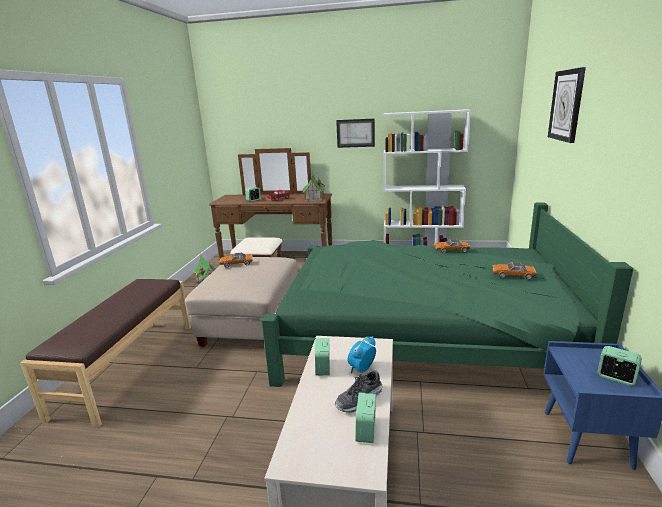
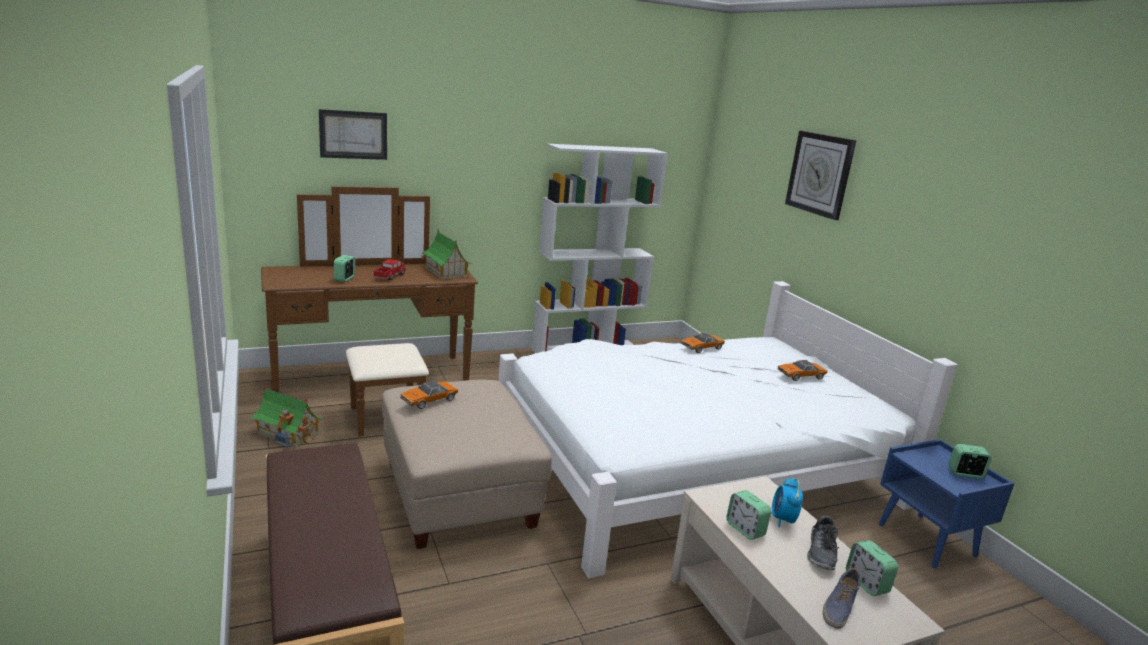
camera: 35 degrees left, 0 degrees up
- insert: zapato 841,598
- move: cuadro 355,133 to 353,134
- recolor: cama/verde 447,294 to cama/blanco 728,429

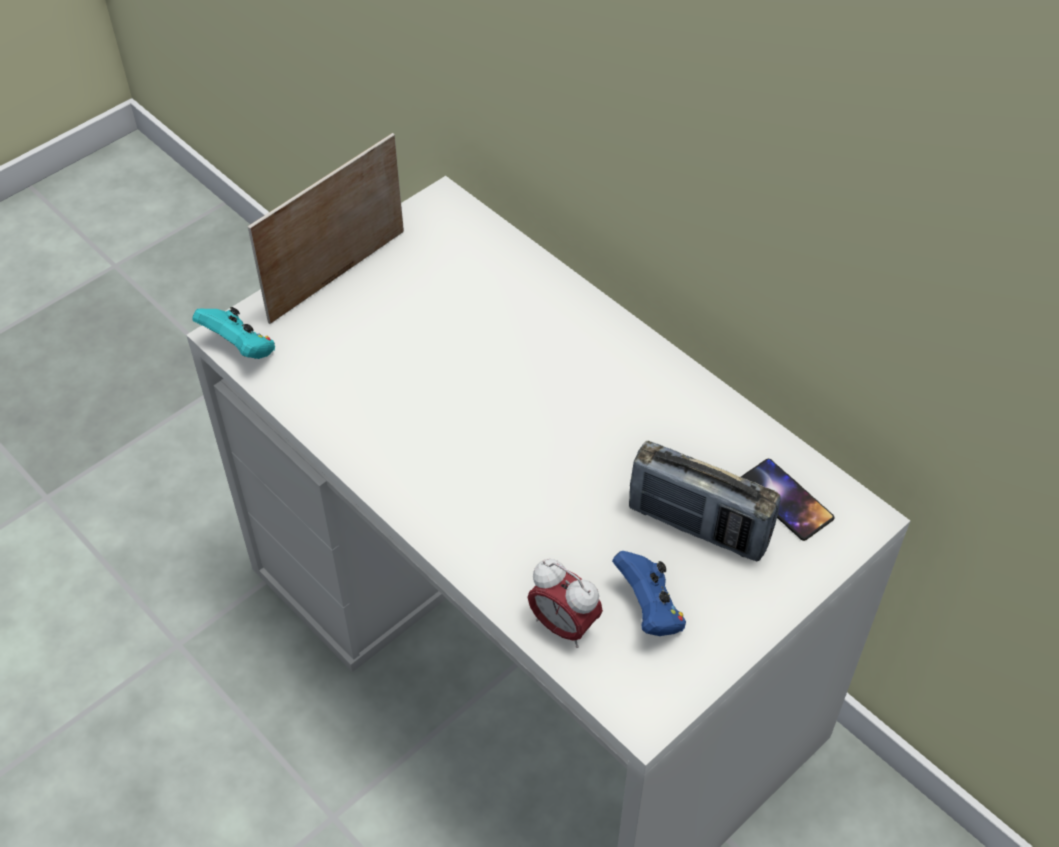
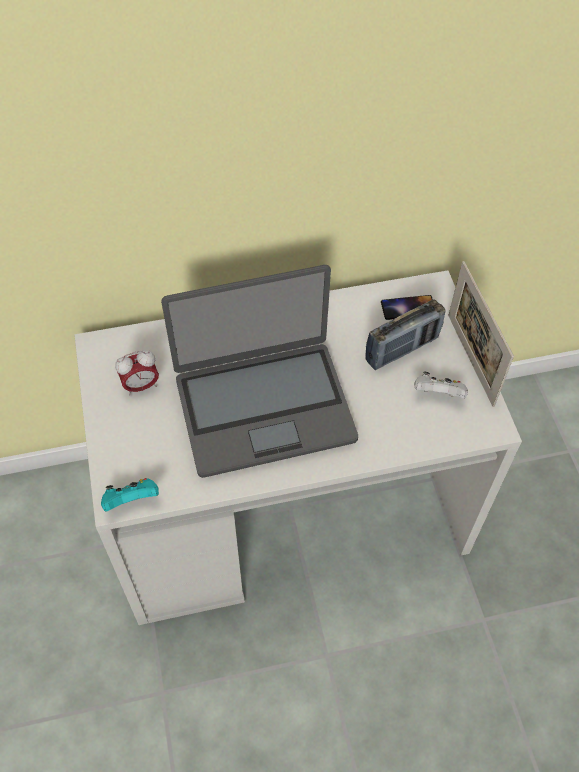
camera: 60 degrees left, 5 degrees up
- insert: portátil 259,371
- move: portarretratos 326,228 to 481,334
- move: despertador 565,603 to 137,372
- recolor: mando de consola/azul 649,593 to mando de consola/blanco 441,384

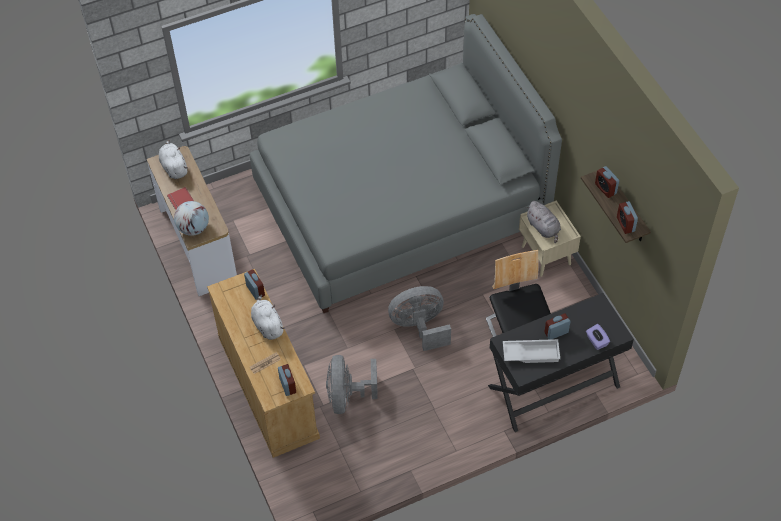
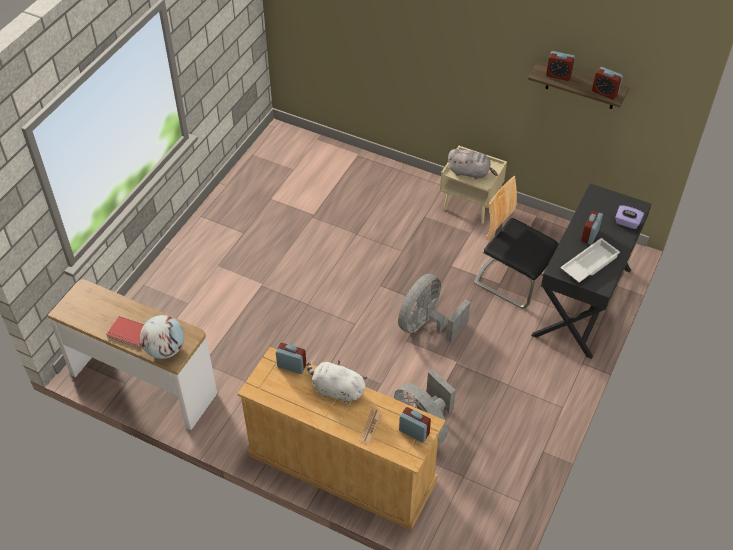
camera: 40 degrees left, 5 degrees down
- delete: peluche/blanco 173,159
- delete: cama/gris 406,163

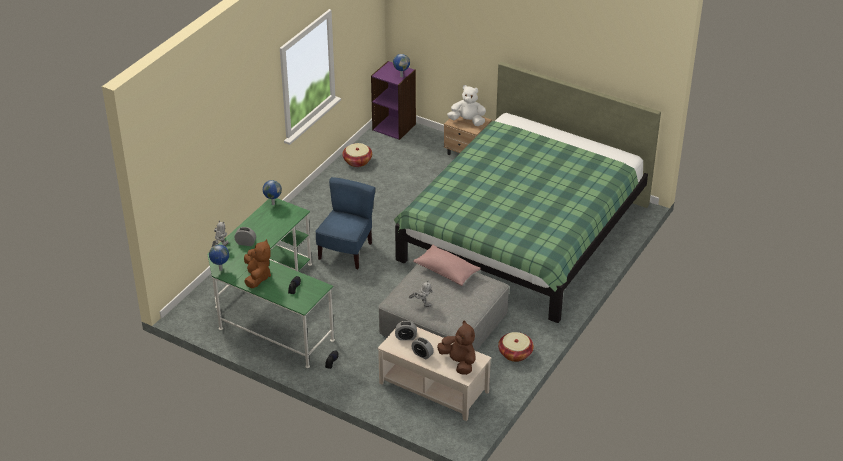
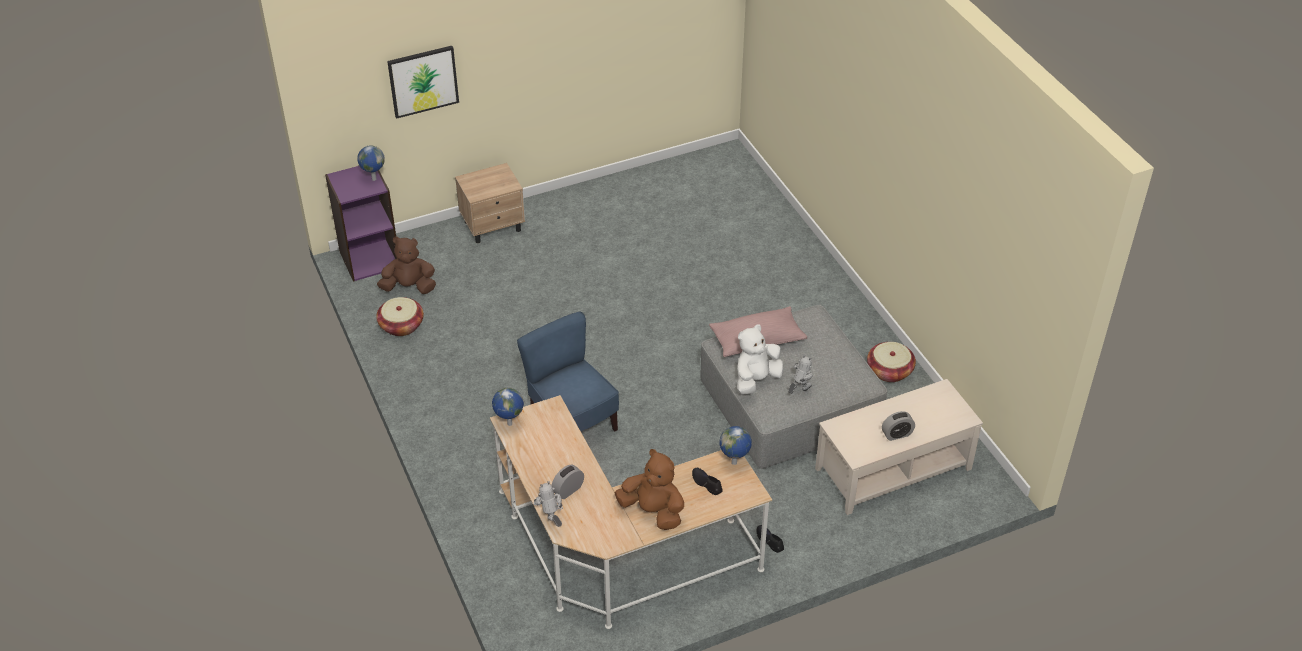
camera: 55 degrees left, 5 degrees up
- delete: cama/verde 527,192
- delete: despertador 406,330
- insert: cuadro 423,82
- move: globo terráqueo 219,258 to 735,445
- move: peluche/marrón 456,348 to 406,265
- move: peluche/blanco 466,105 to 760,359
- recolor: escritorio/verde 271,283 to escritorio/beis 631,512

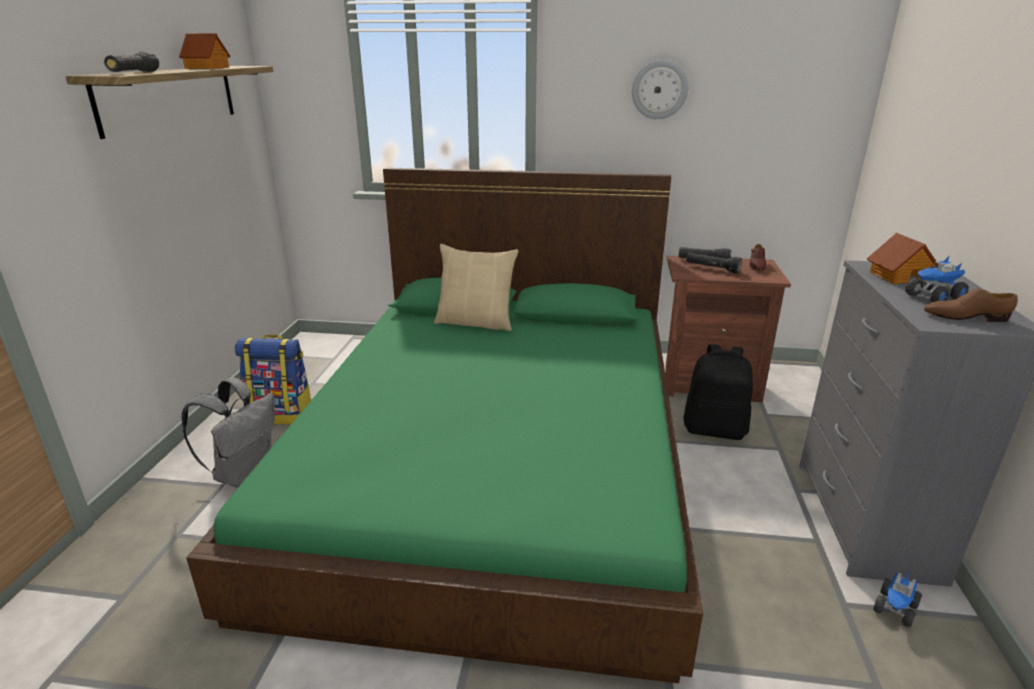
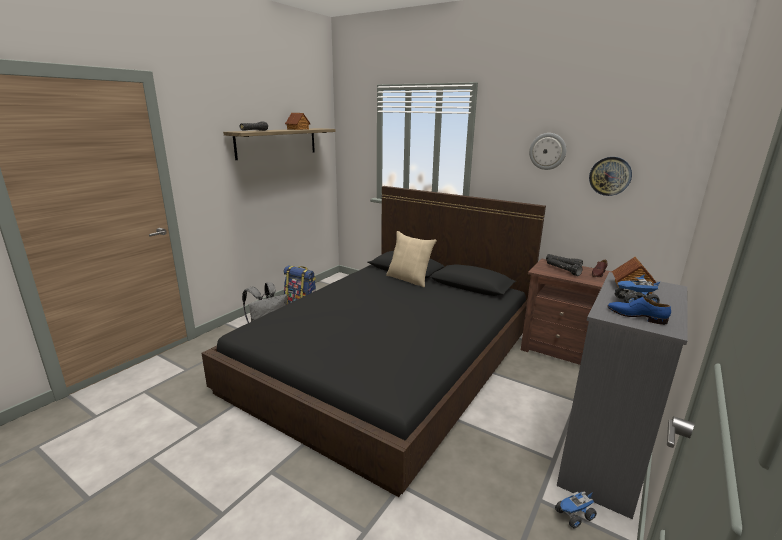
camera: 25 degrees right, 5 degrees down
- delete: mochila/negro 718,392
- insert: reloj de pared 610,176
- recolor: cama/verde 444,425 to cama/negro 373,341
- recolor: zapato/marrón 970,305 to zapato/azul 639,311

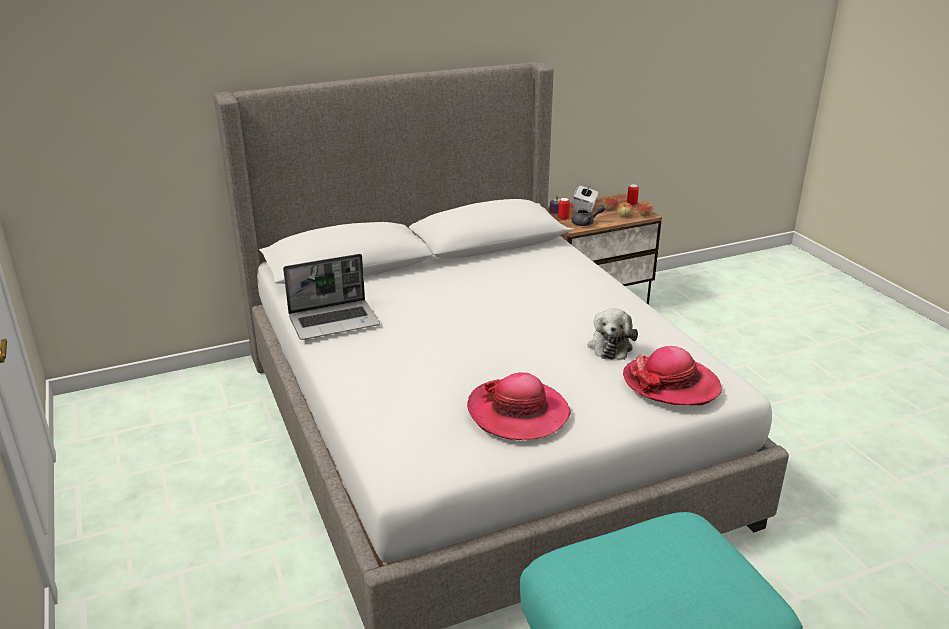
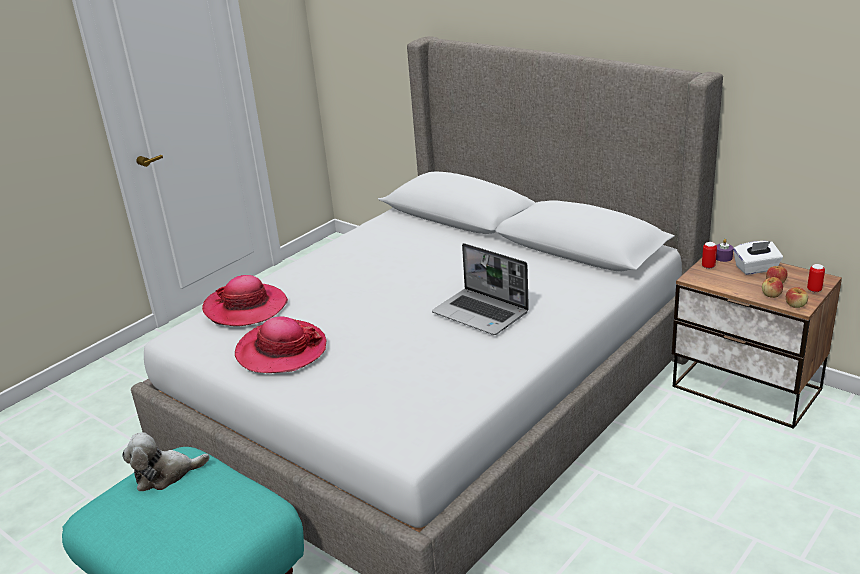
camera: 65 degrees right, 0 degrees up
- delete: tetera/gris 588,215
- move: portátil 331,297 to 480,289
- move: peluche 612,334 to 166,462
- move: sombrero 672,375 to 245,300

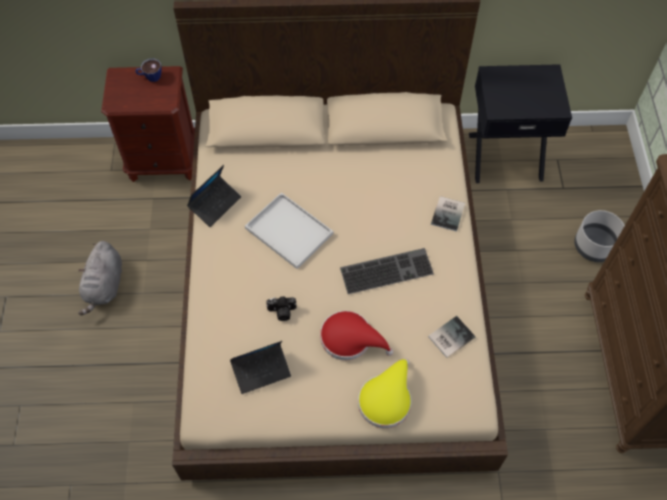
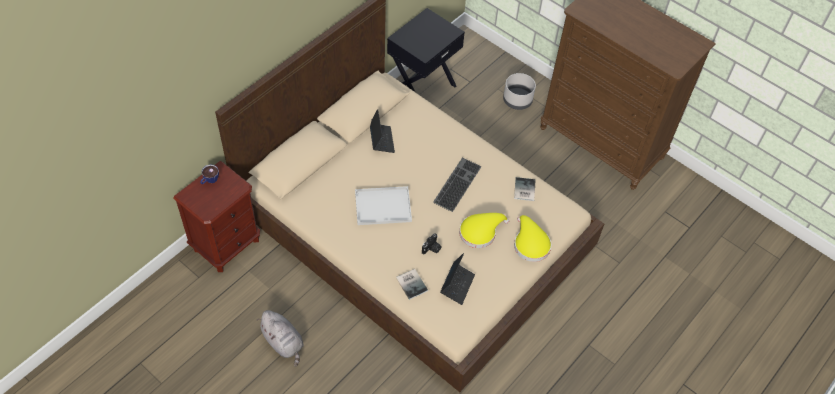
camera: 50 degrees left, 5 degrees down
- move: portátil 214,196 to 382,131
- move: libro 448,214 to 412,284
- recolor: sombrero/rojo 356,335 to sombrero/amarillo 484,230

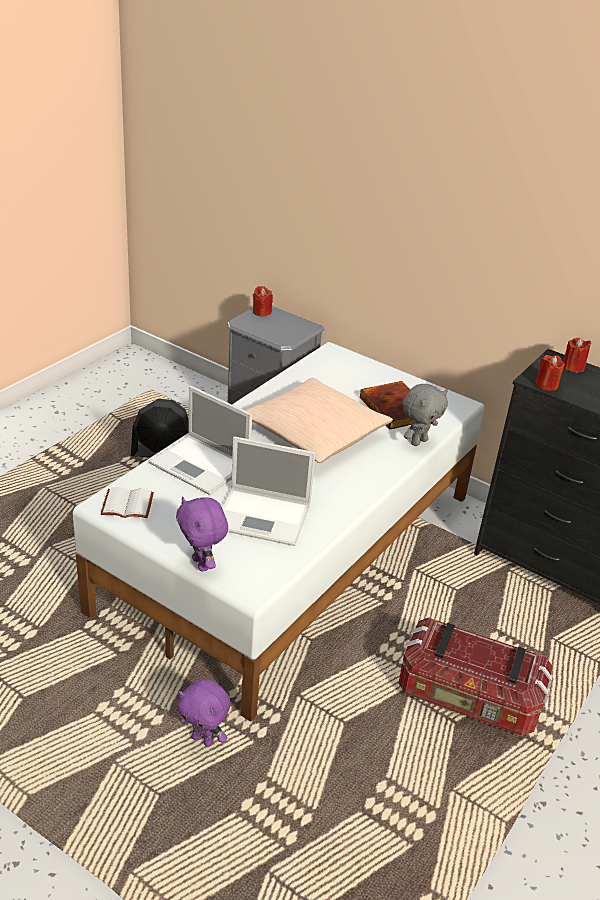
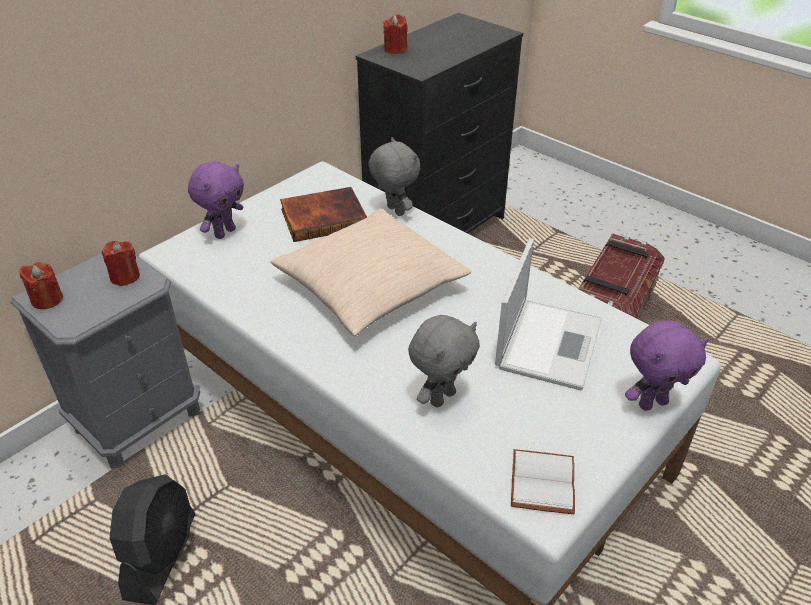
camera: 80 degrees left, 5 degrees up
- move: peluche/morado 203,713 to 216,200
- move: vela/rojo 550,373 to 121,263
- replace: portátil 200,440 to peluche/gris 444,361

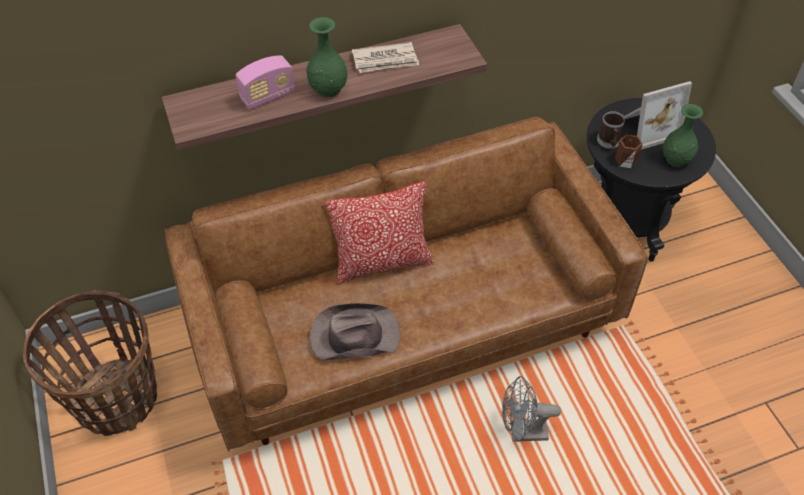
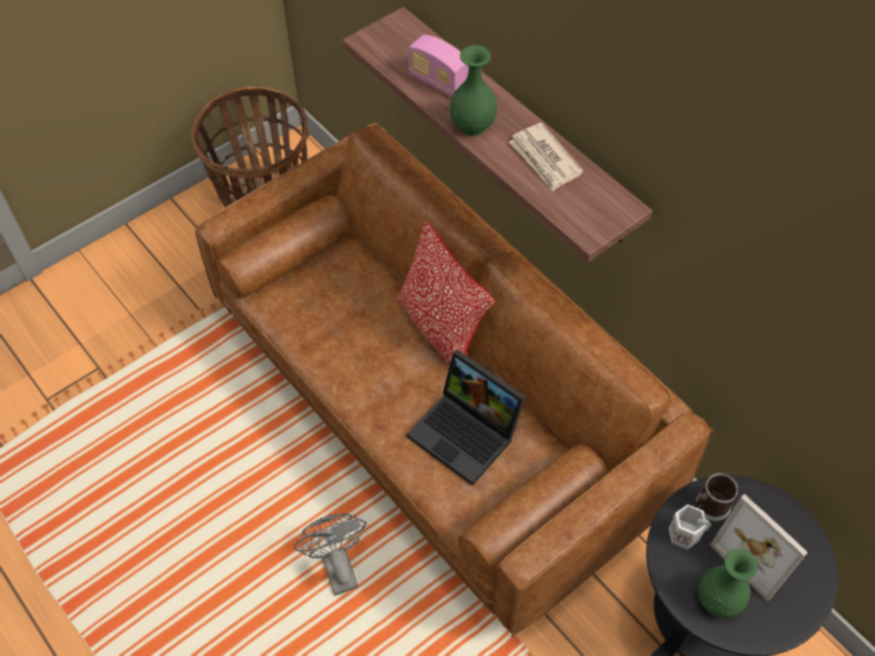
camera: 70 degrees right, 5 degrees up
- delete: sombrero/marrón 355,331
- insert: portátil 466,417
- recolor: taza grande/marrón 629,151 to taza grande/blanco 690,527

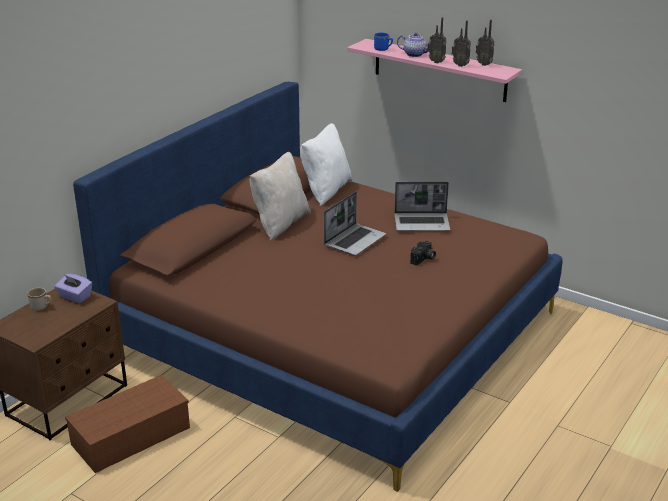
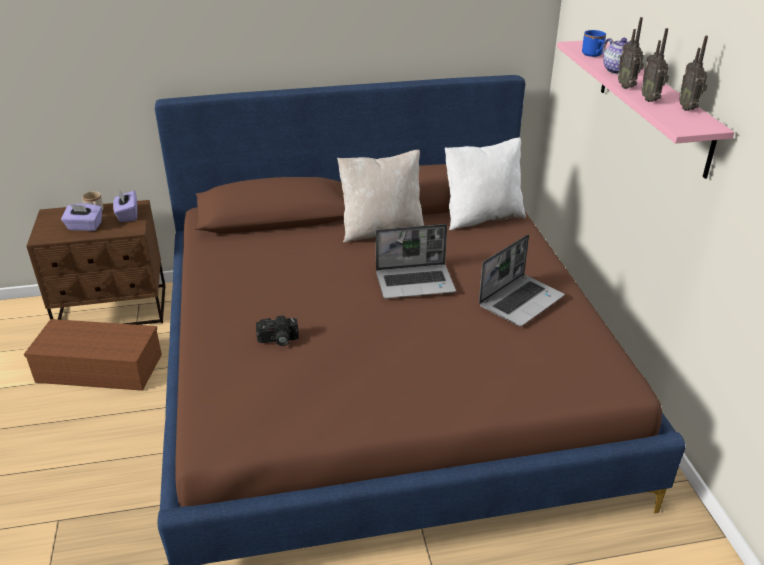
camera: 45 degrees right, 5 degrees up
- insert: caja de pañuelos/morado 81,217
- move: cámara 423,253 to 277,330
- rotate: portátil 422,206 = 521,280 90 degrees counterclockwise

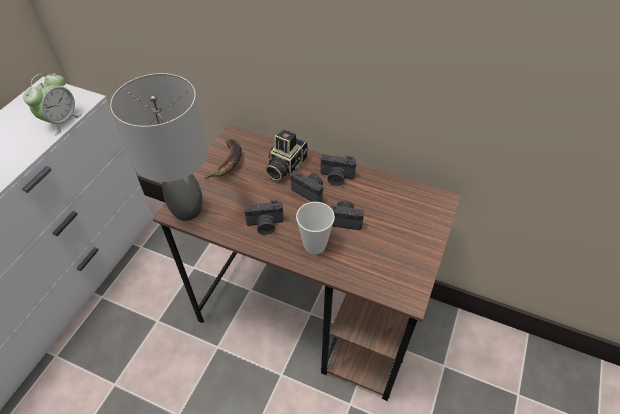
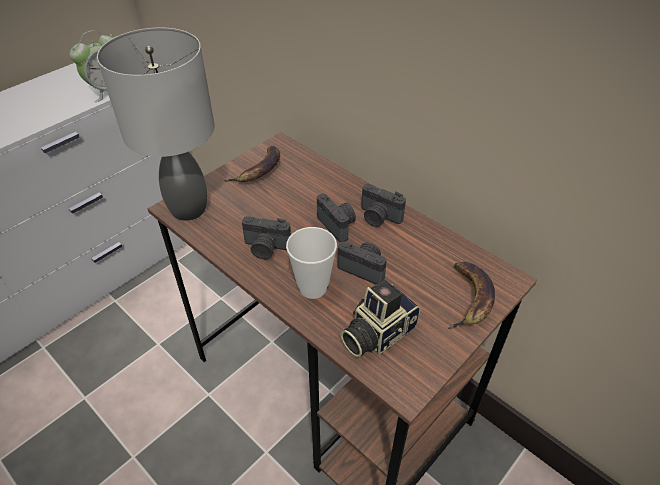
camera: 20 degrees right, 5 degrees down
- insert: plátano 471,295
- move: cámara 286,155 to 380,318

